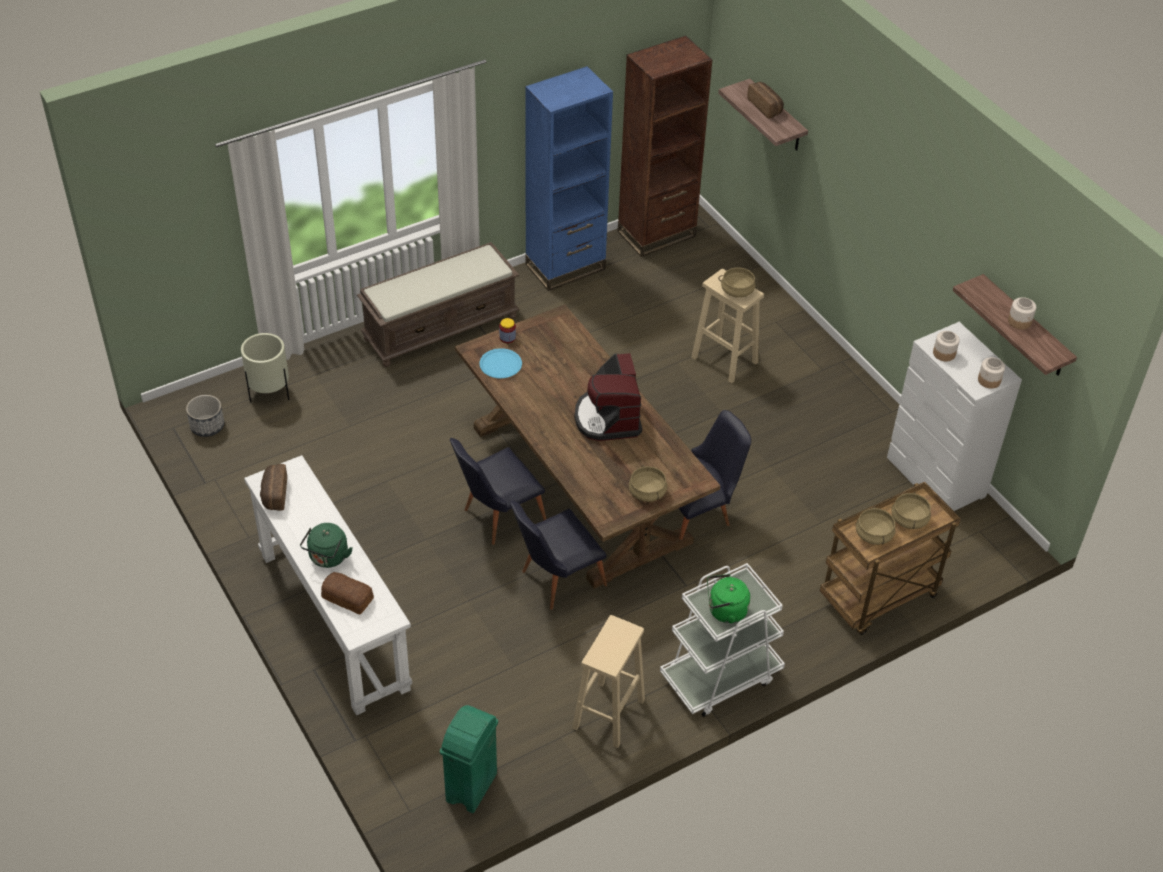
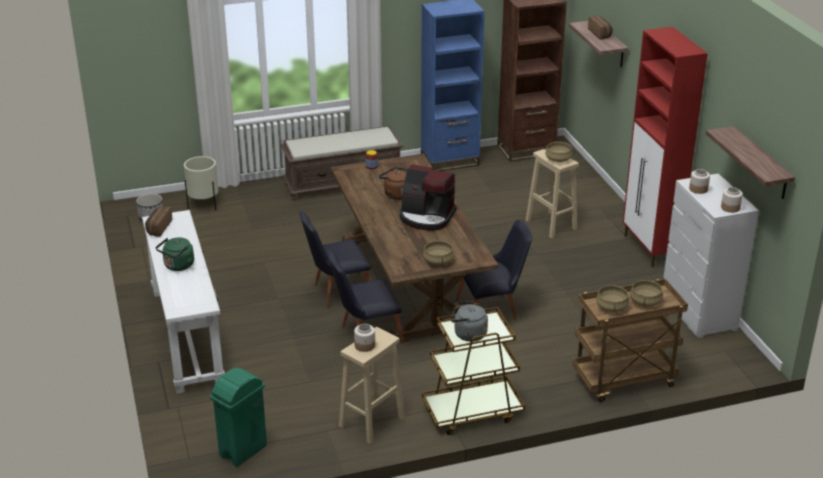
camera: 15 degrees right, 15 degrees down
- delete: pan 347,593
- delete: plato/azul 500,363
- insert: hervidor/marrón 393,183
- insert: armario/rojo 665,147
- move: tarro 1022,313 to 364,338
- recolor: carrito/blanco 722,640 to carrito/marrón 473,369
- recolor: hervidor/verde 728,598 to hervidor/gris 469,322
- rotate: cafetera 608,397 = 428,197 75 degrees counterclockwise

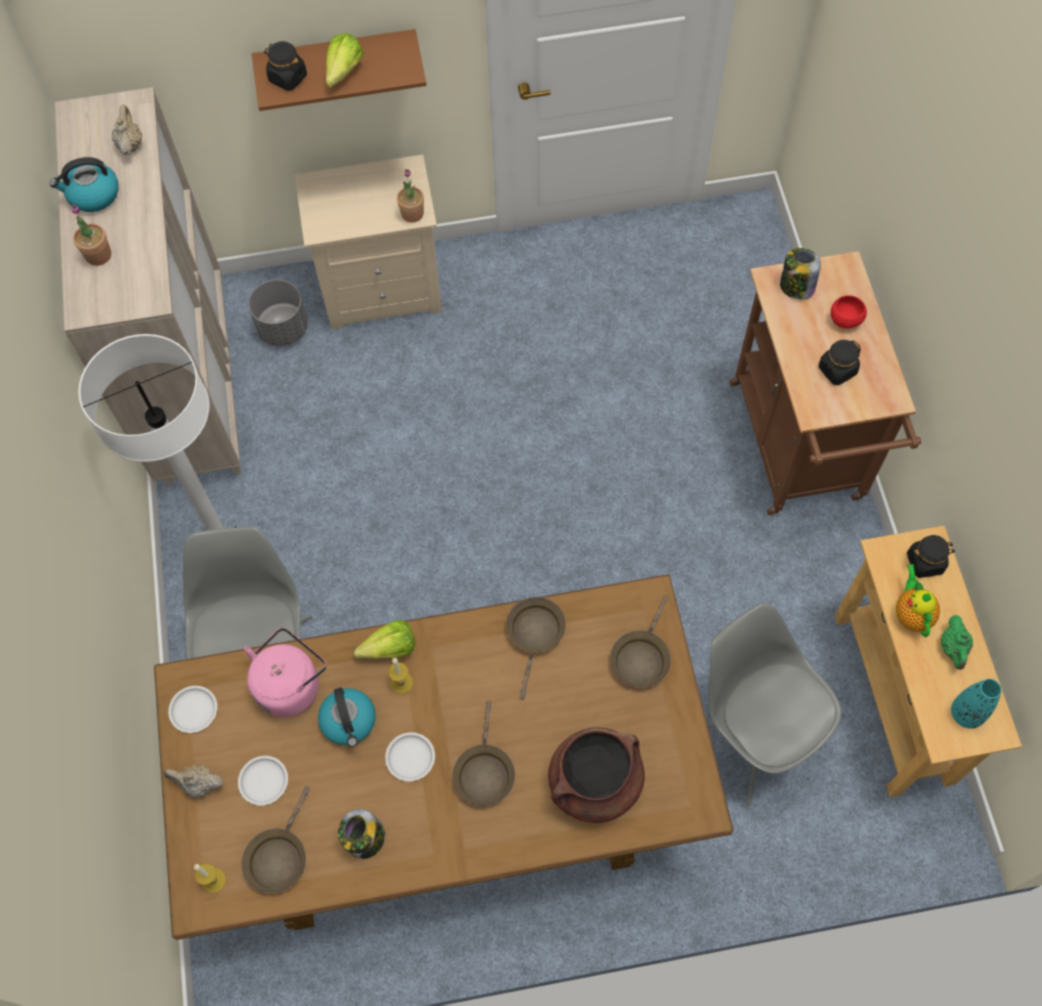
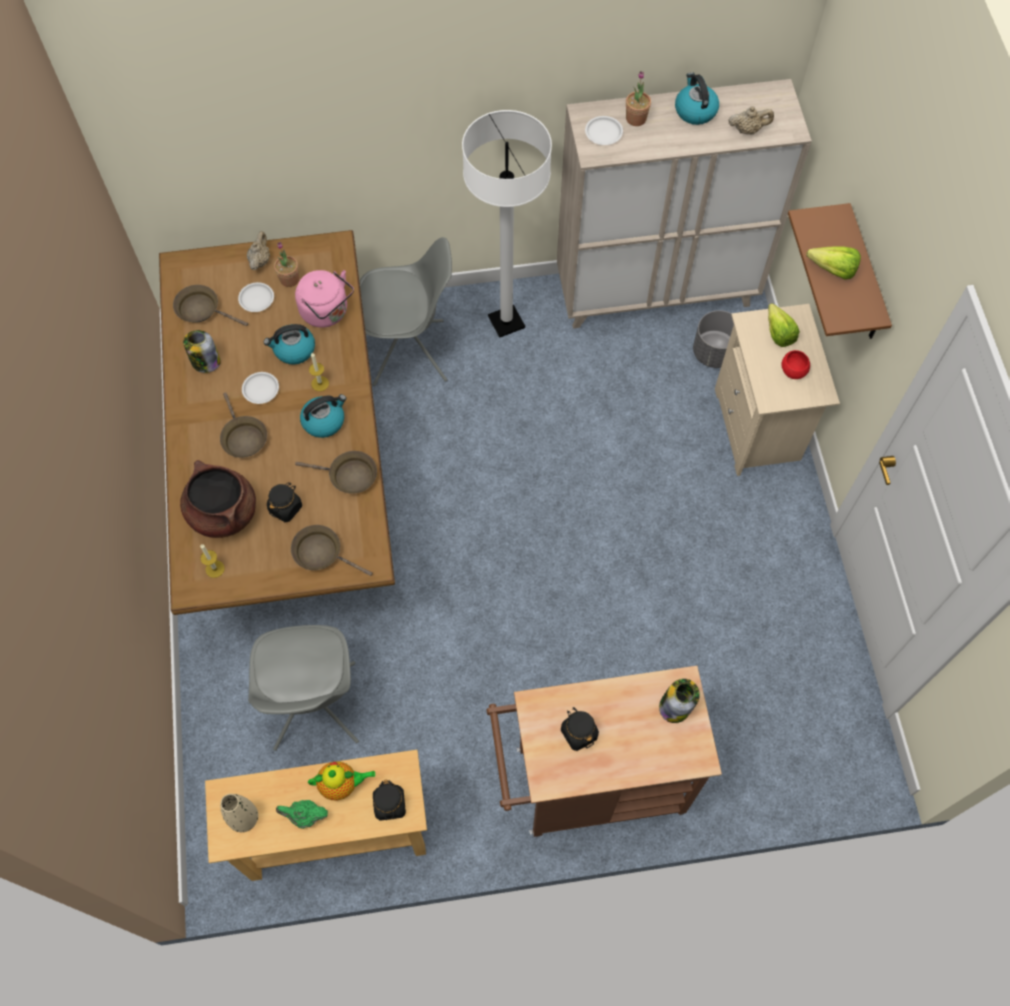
camera: 90 degrees right, 0 degrees up
- insert: hervidor 323,416
- move: plato/blanco 192,709 to 604,130
- move: vela 210,878 to 212,561
- move: tarro/negro 285,66 to 284,502
- move: lechuga 384,639 to 784,325
- move: planta en maceta 410,196 to 286,264
- move: cuenco/rojo 849,312 to 795,364
- recolor: florero/turquesa 976,704 to florero/beis 239,813
- rotate: sartén/marrón 484,753 = 243,425 120 degrees counterclockwise
- rotate: silla/gris 774,704 = 303,688 120 degrees clockwise

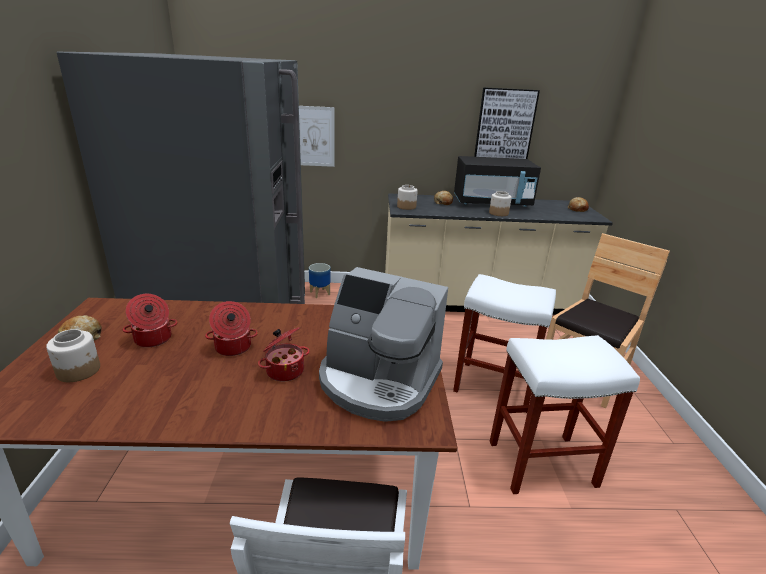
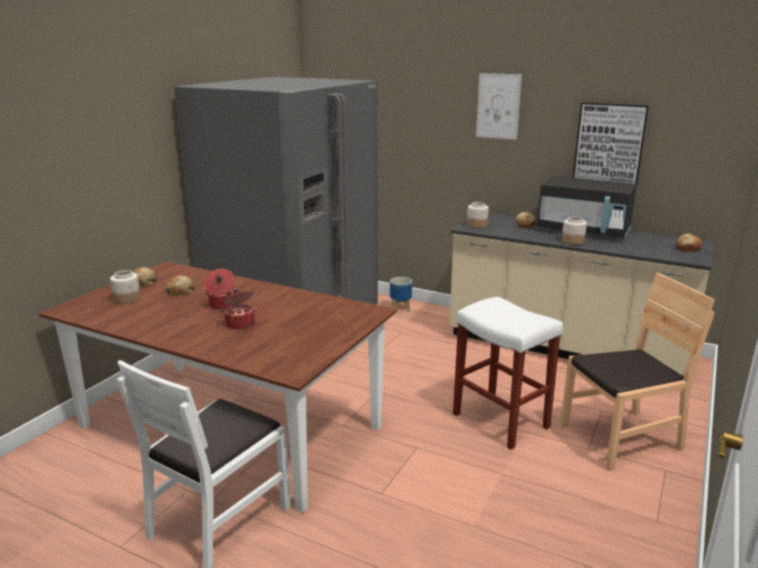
camera: 30 degrees right, 5 degrees down
- delete: cafetera 383,344
- delete: taburete/blanco 565,414
- move: cuadro 316,136 to 499,106
- replace: olla 150,320 to pan 179,286

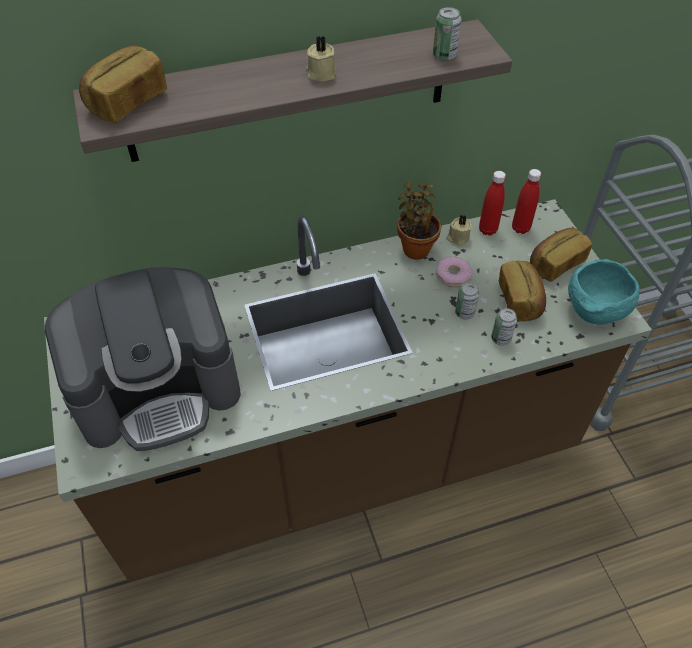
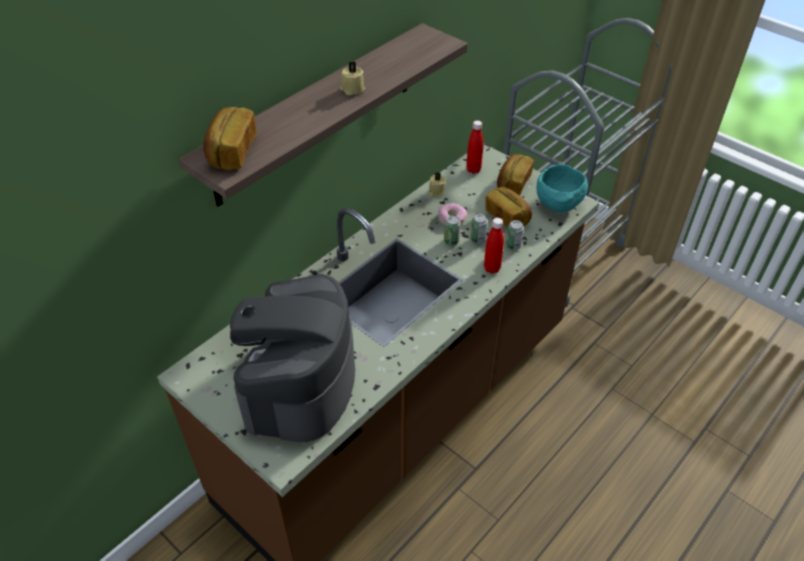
camera: 30 degrees left, 5 degrees down
- delete: planta en maceta 419,220
- move: lata 447,34 to 452,230
- move: botella/rojo 492,203 to 494,246
- rotate: cafetera 143,359 = 292,358 150 degrees clockwise

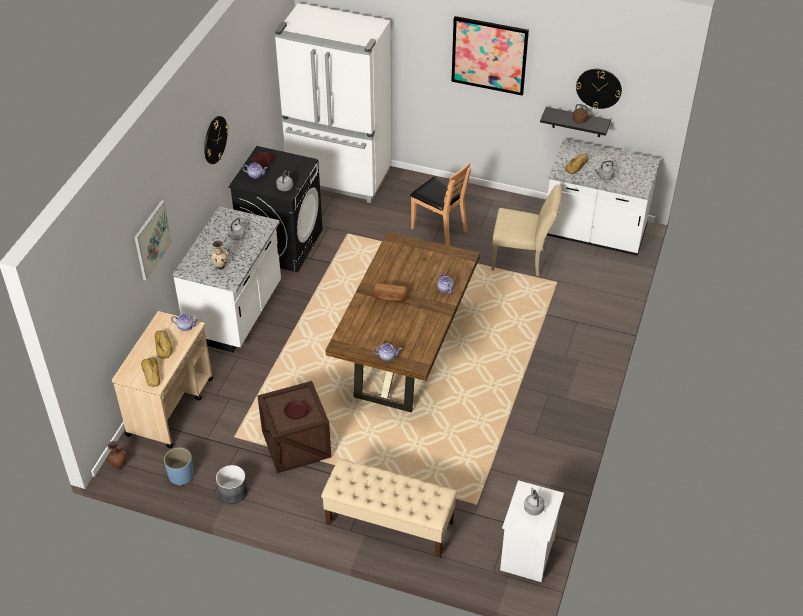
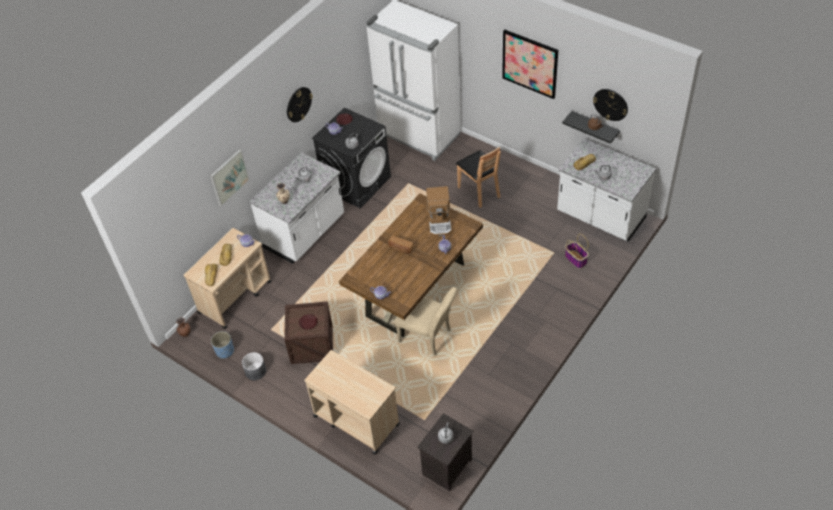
camera: 20 degrees right, 5 degrees up
- insert: cafetera 439,211
- insert: cesta 577,251
- move: silla/beis 526,230 to 426,321
- replace: banco/beis 389,508 to carrito/beis 352,402
- recolor: mesita de noche/blanco 532,531 to mesita de noche/negro 445,452

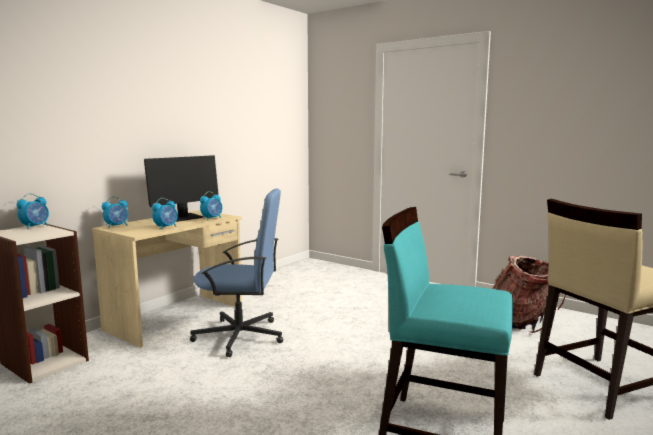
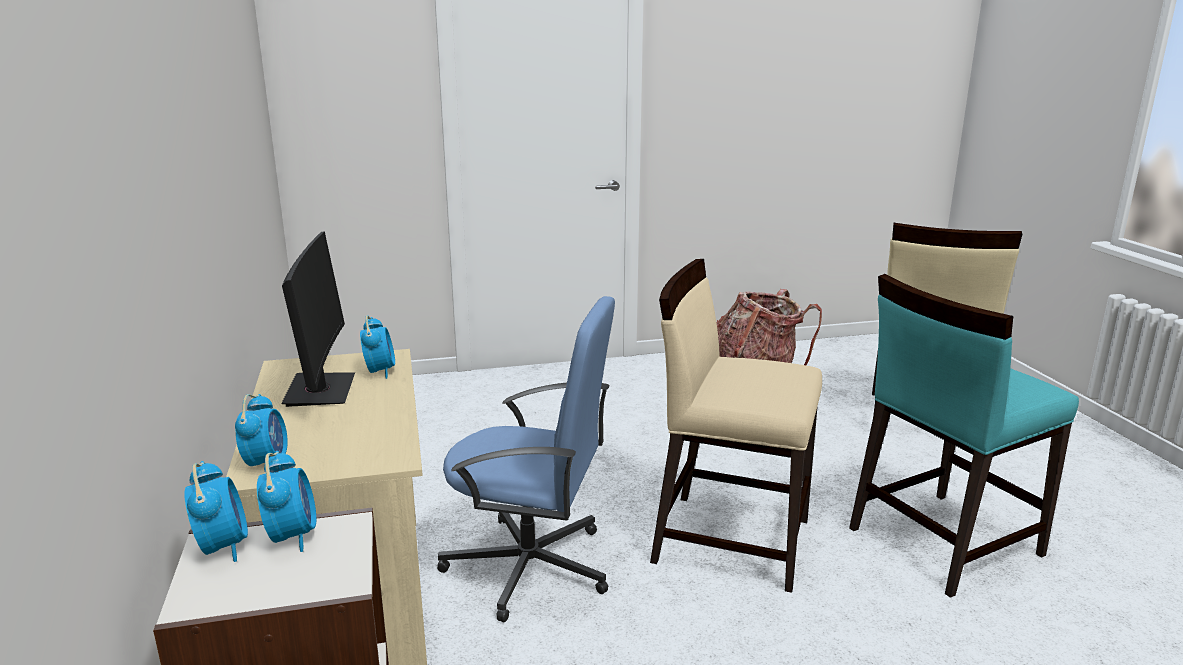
camera: 50 degrees left, 10 degrees up
- insert: silla/beis 736,426
- move: despertador 165,214 to 286,501
- rotate: silla de oficina/azul 236,273 = 526,459 60 degrees clockwise

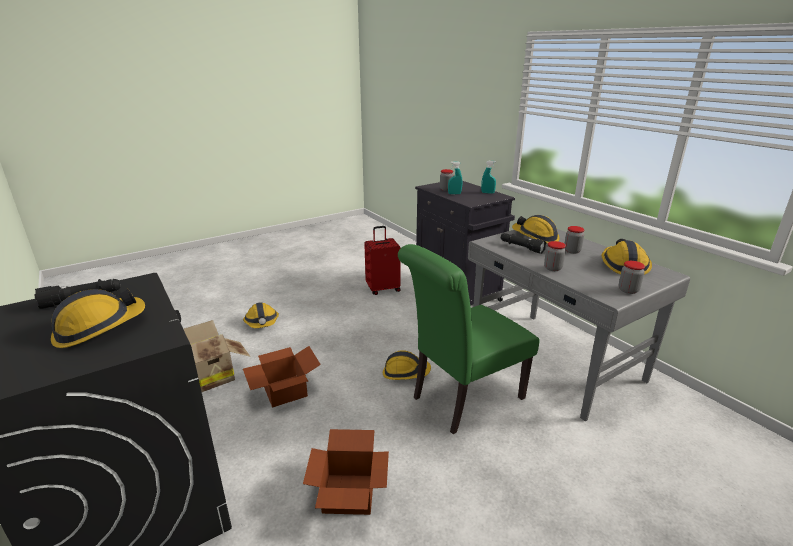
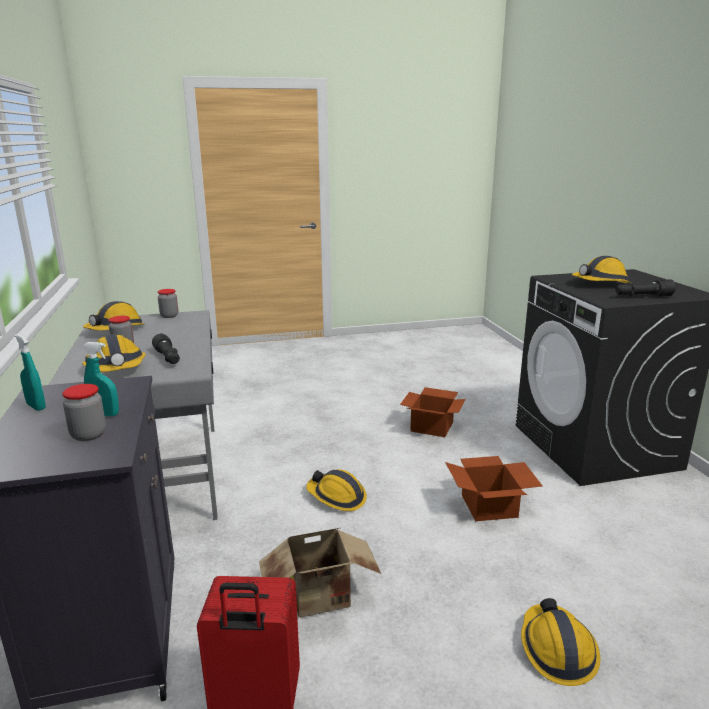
camera: 160 degrees left, 5 degrees down
- delete: silla/verde 469,339
- delete: tarro 555,256
- move: caja de cartón 217,356 to 320,572

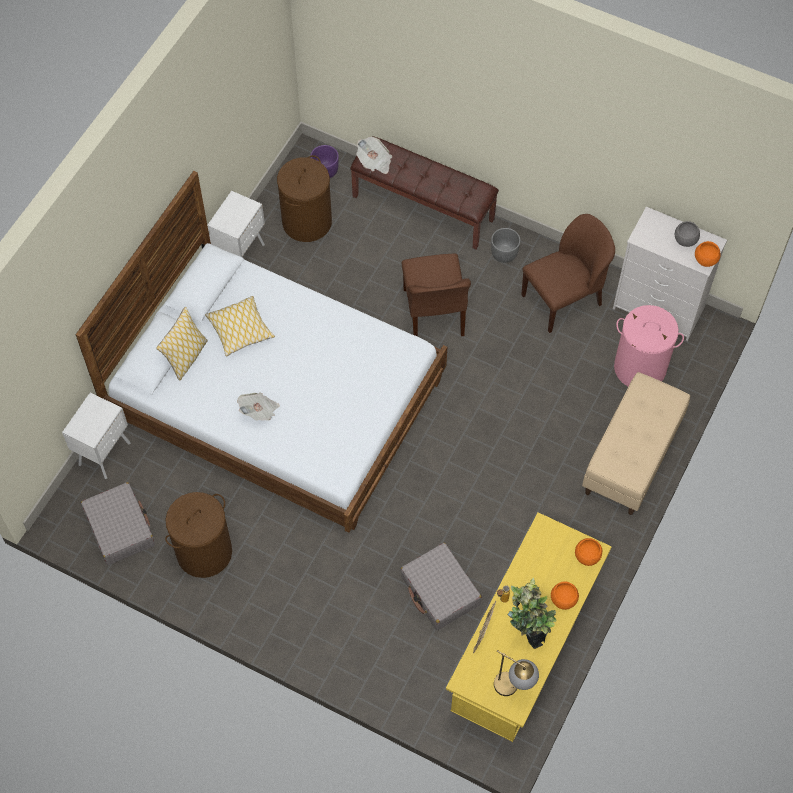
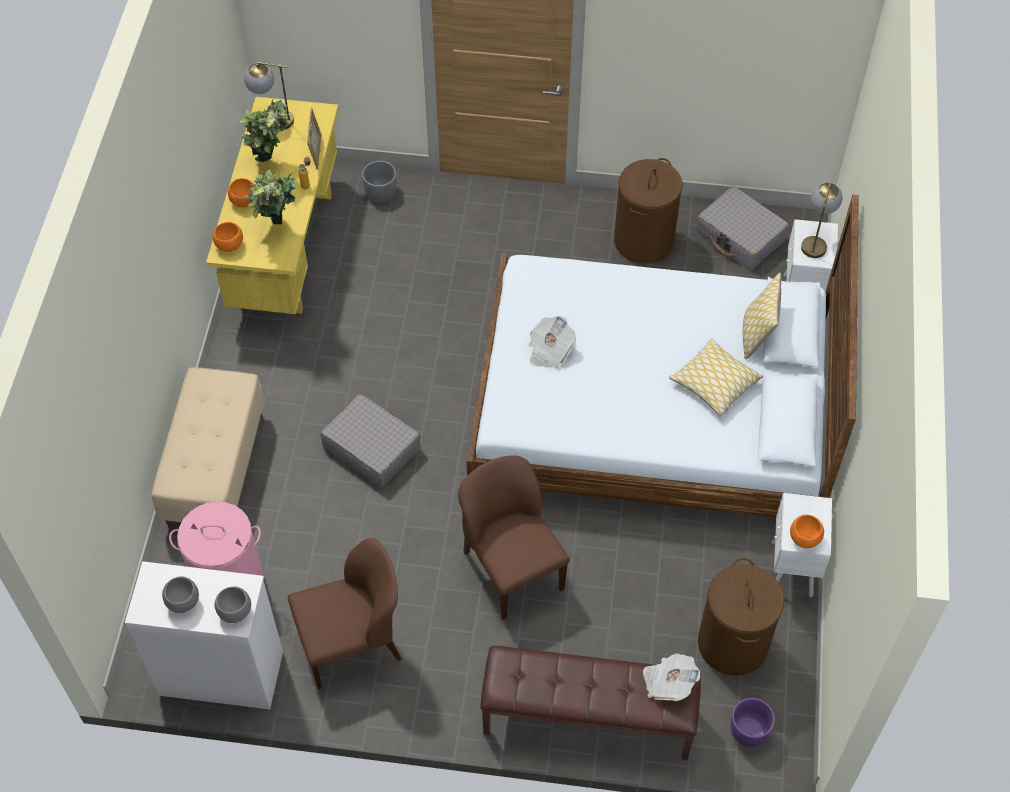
camera: 160 degrees right, 5 degrees down
- insert: cuenco/gris 233,605
- insert: planta en maceta 271,197
- insert: lámpara de mesa 822,220
- move: periódico 258,406 to 552,342
- move: maleta/gris 441,586 to 370,441
- move: maceta/gris 505,245 to 379,181
- move: cuenco/naranja 708,254 to 807,531
- rotate: silla/marrón 568,273 = 345,614 150 degrees counterclockwise

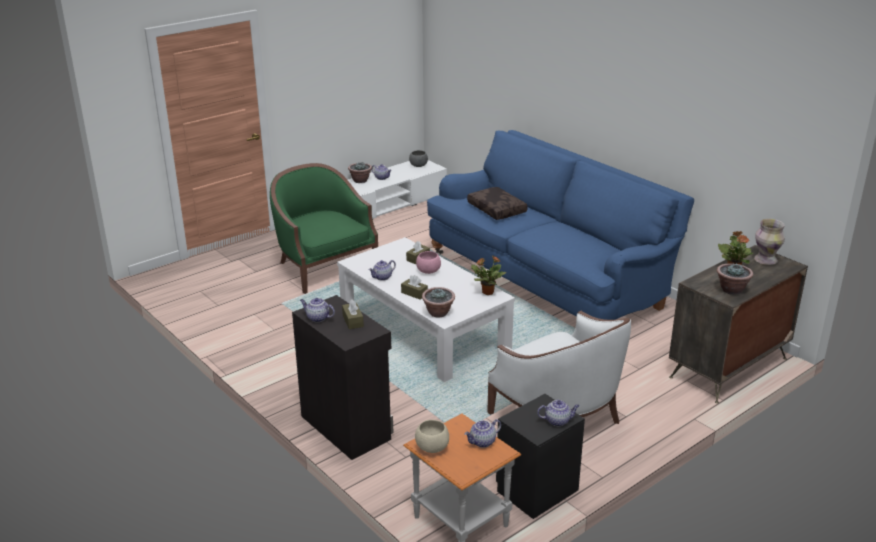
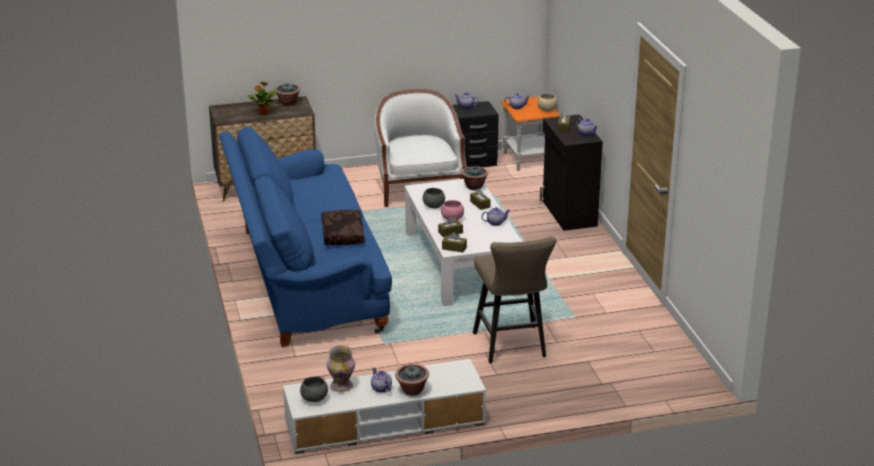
camera: 155 degrees left, 0 degrees up
- delete: planta en maceta 488,275
- insert: cuenco/gris 434,198
- insert: caja de pañuelos/marrón 454,242
- move: florero 769,242 to 341,368
- replace: sillón/verde 324,228 to taburete/beis 515,300

